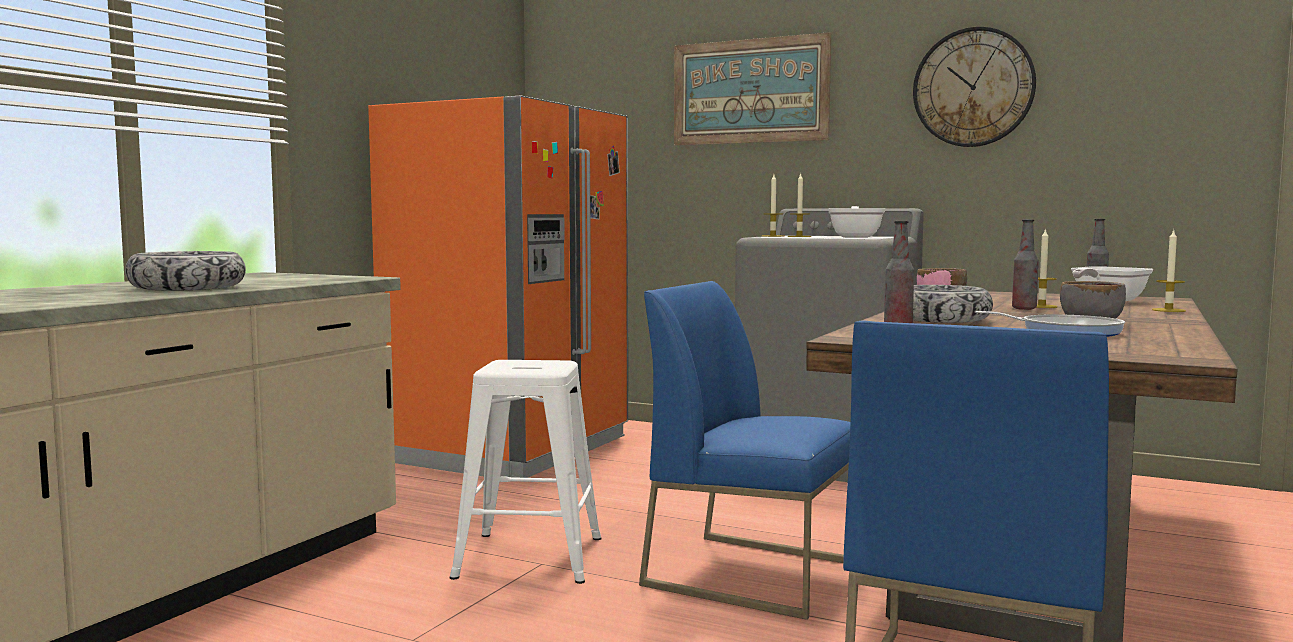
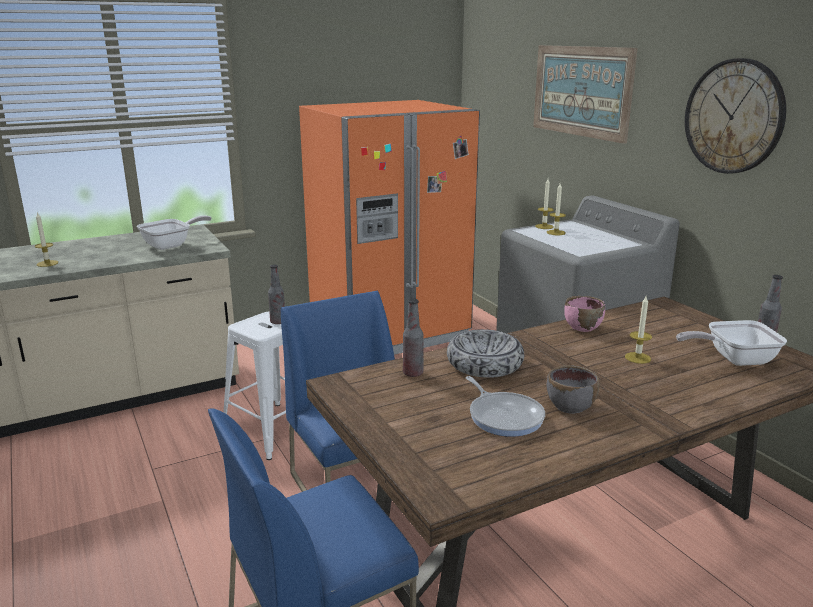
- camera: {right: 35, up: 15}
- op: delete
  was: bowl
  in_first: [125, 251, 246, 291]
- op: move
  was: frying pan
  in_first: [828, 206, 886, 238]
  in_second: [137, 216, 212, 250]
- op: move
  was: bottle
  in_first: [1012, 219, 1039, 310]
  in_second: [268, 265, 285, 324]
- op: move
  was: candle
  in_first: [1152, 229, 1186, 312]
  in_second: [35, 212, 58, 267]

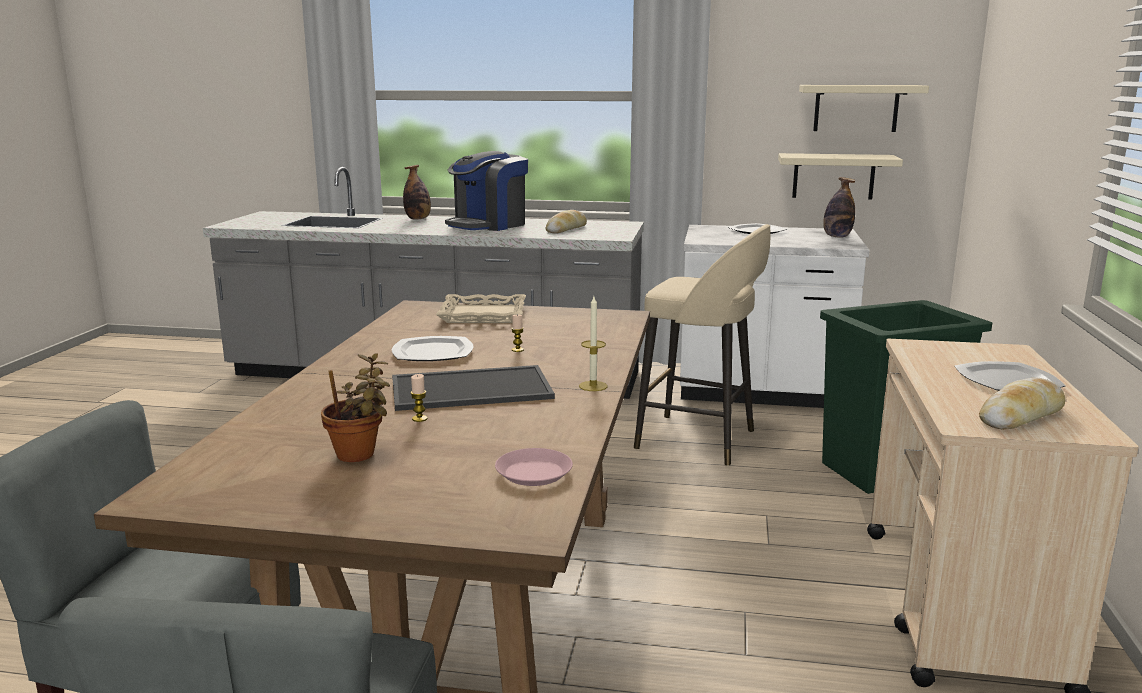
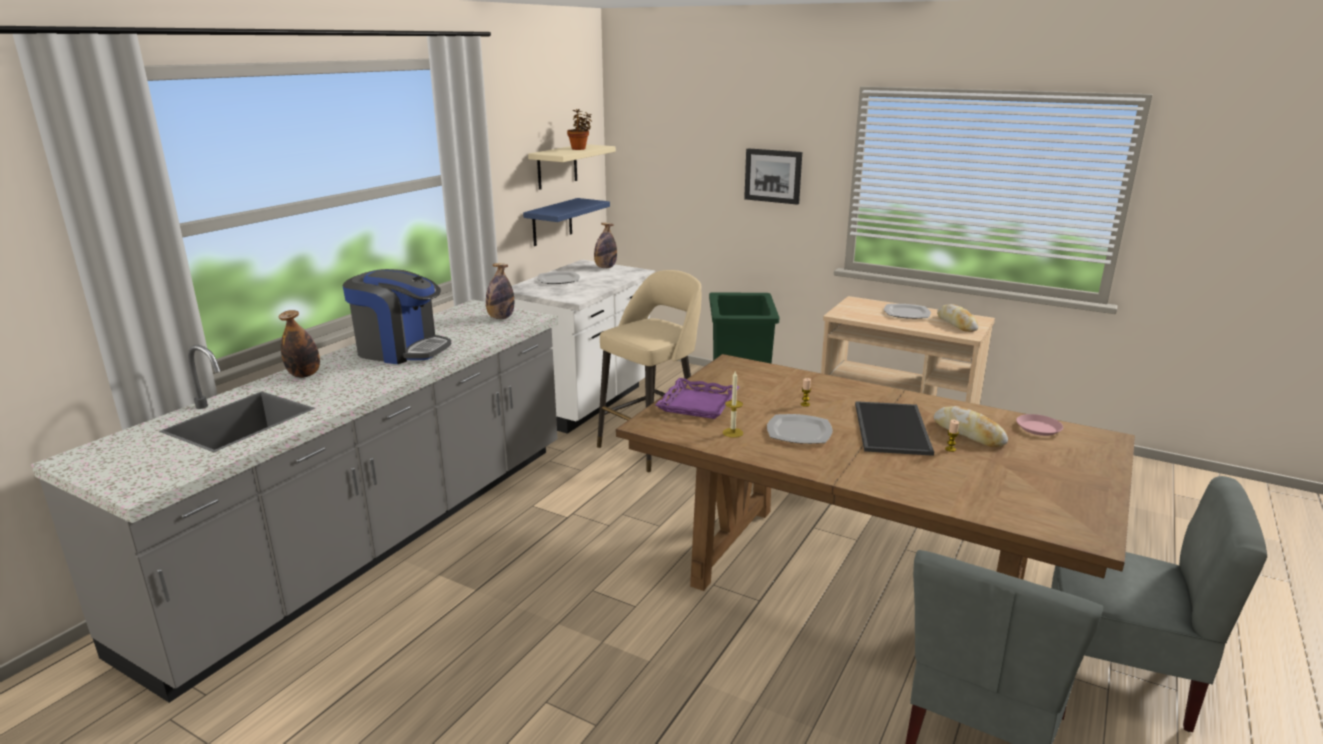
- camera: {right: -70, up: 5}
- op: move
  was: potted plant
  in_first: [321, 353, 390, 462]
  in_second: [567, 109, 592, 150]
- op: recolor
  was: beige tray
  now: purple tray
  in_first: [436, 294, 526, 323]
  in_second: [655, 378, 739, 419]
- op: rotate
  was: coffee machine
  in_first: [445, 151, 528, 231]
  in_second: [343, 269, 451, 364]
  clockwise: -45
- op: move
  was: bread
  in_first: [546, 210, 587, 233]
  in_second: [934, 406, 1008, 447]
- op: move
  was: candle
  in_first: [579, 297, 607, 391]
  in_second: [723, 371, 743, 438]
- op: recolor
  was: beige shelf
  now: blue shelf
  in_first: [778, 153, 903, 200]
  in_second: [523, 198, 610, 246]
- op: insert
  now: bottle
  in_second: [486, 263, 514, 319]
- op: insert
  now: picture
  in_second: [744, 148, 802, 205]

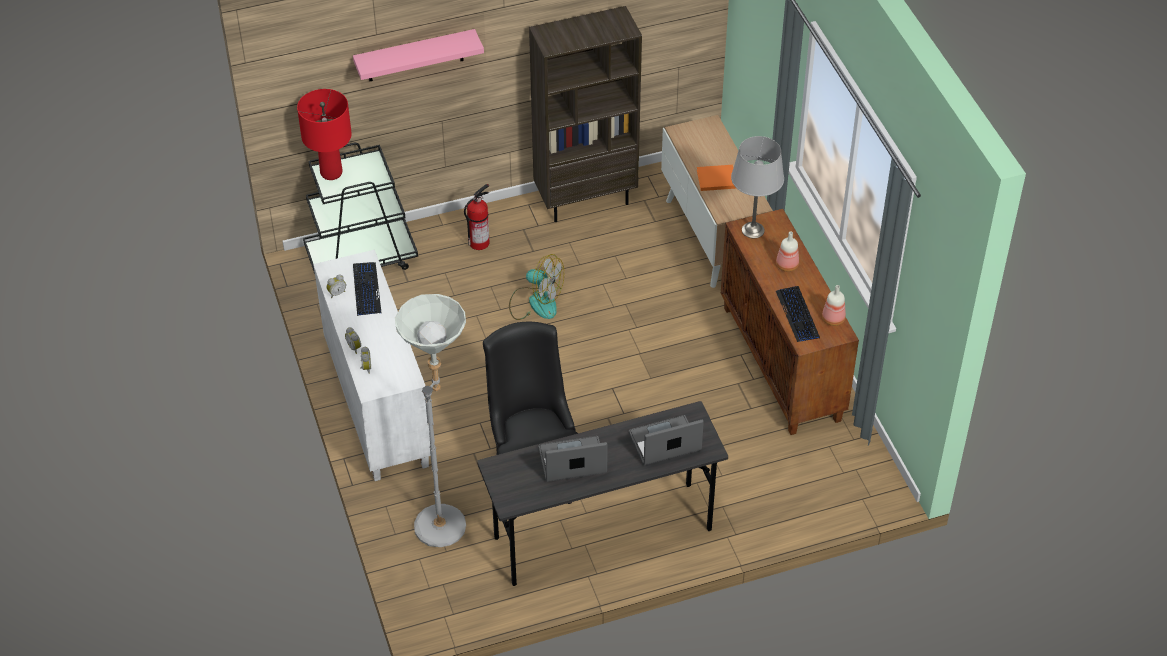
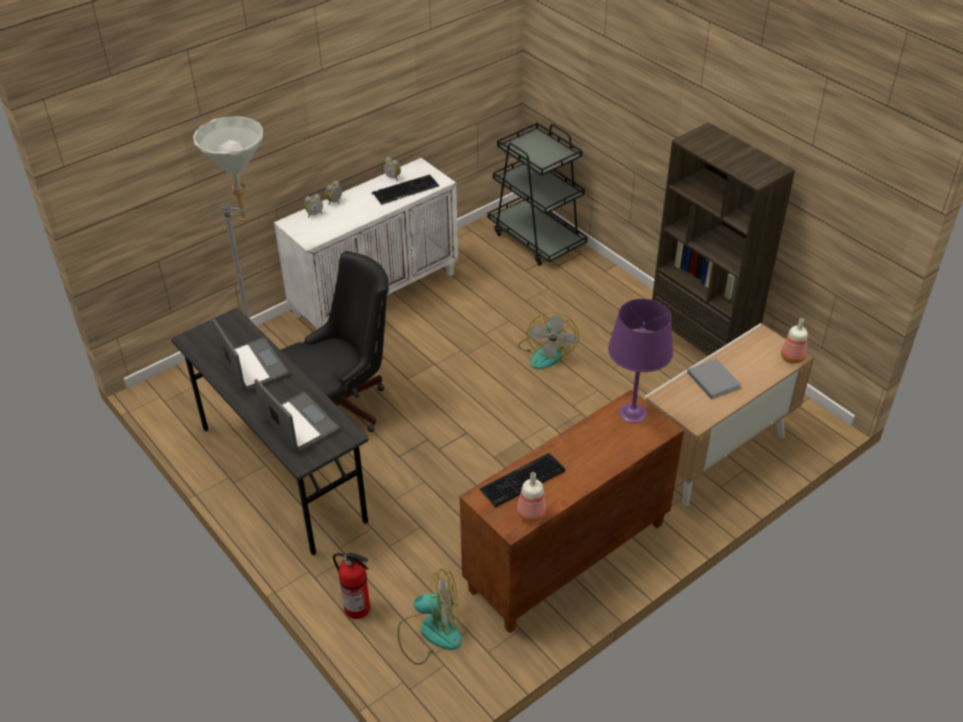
- camera: {right: 70, up: -5}
- op: delete
  was: red table lamp
  in_first: [297, 89, 352, 180]
- op: delete
  was: pink shelf
  in_first: [353, 29, 484, 81]
- op: move
  was: fire extinguisher
  in_first: [464, 184, 490, 250]
  in_second: [333, 552, 370, 619]
- op: recolor
  was: orange book
  now: grey book
  in_first: [697, 165, 737, 191]
  in_second: [687, 359, 741, 399]
- op: recolor
  was: grey table lamp
  now: purple table lamp
  in_first: [731, 136, 784, 238]
  in_second: [608, 299, 673, 423]
- op: move
  was: bottle
  in_first: [776, 231, 799, 272]
  in_second: [781, 318, 808, 364]
- op: insert
  now: fan
  in_second: [398, 569, 462, 665]

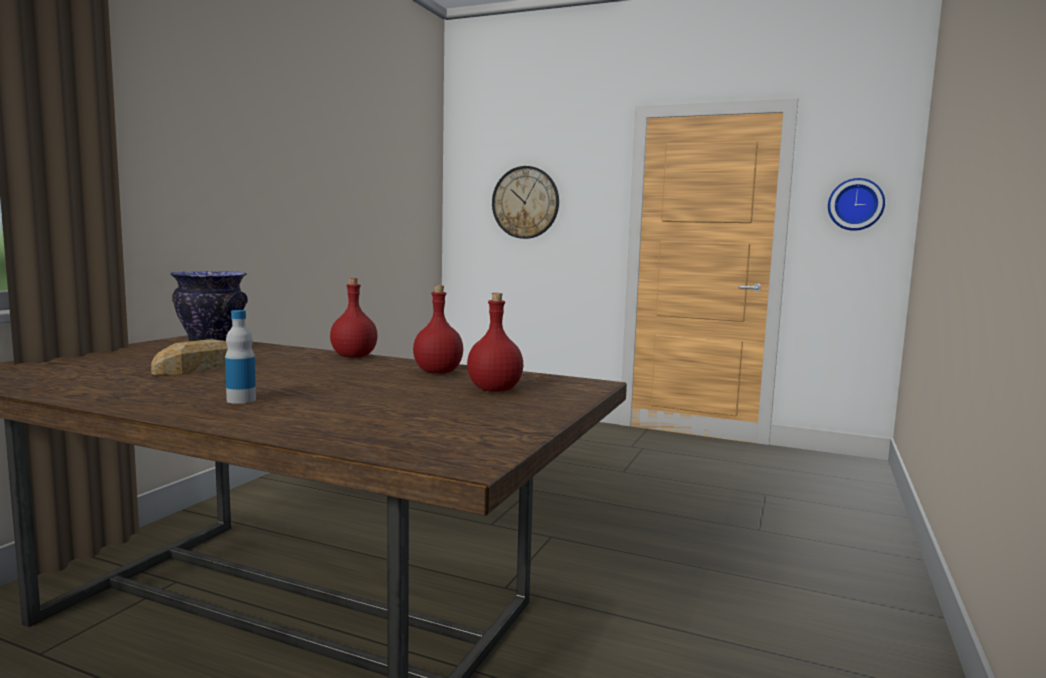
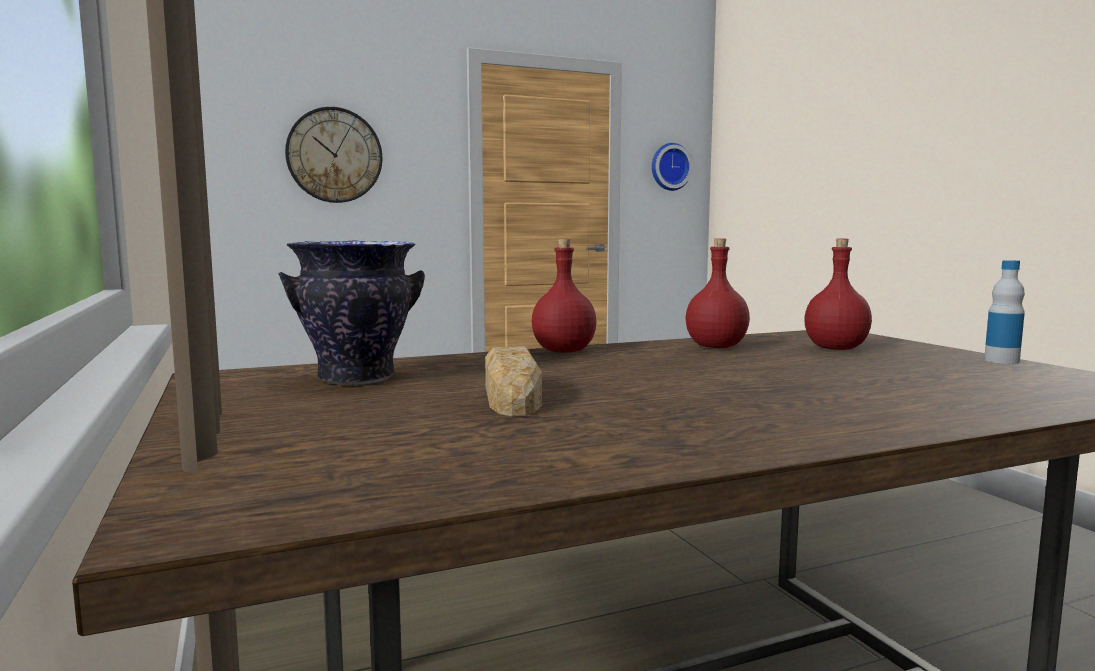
- camera: {right: -45, up: 0}
- op: move
  was: bottle
  in_first: [225, 310, 256, 404]
  in_second: [984, 260, 1025, 364]

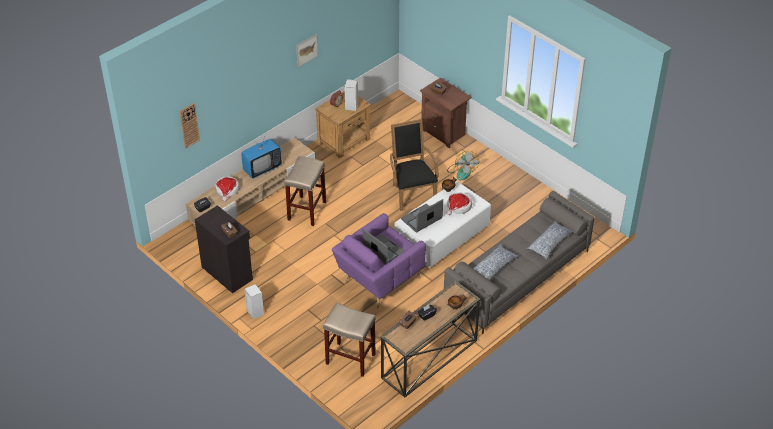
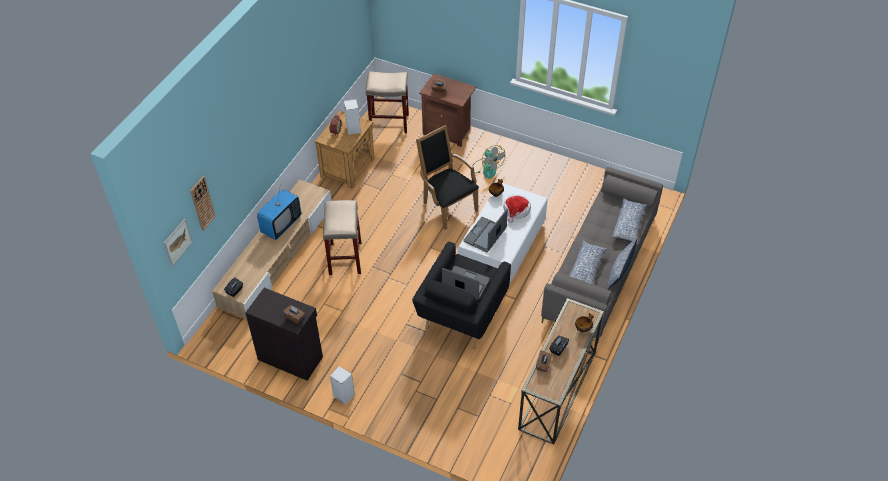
- camera: {right: -20, up: 5}
- op: delete
  was: hat
  in_first: [215, 177, 239, 201]
- op: move
  was: picture
  in_first: [296, 34, 318, 67]
  in_second: [164, 219, 193, 266]
- op: move
  was: beige stool
  in_first: [323, 303, 376, 377]
  in_second: [366, 71, 409, 133]
- op: recolor
  was: purple armchair
  now: black armchair
  in_first: [332, 213, 426, 309]
  in_second: [412, 242, 511, 349]
- op: insert
  now: pillow
  in_second: [607, 238, 637, 290]

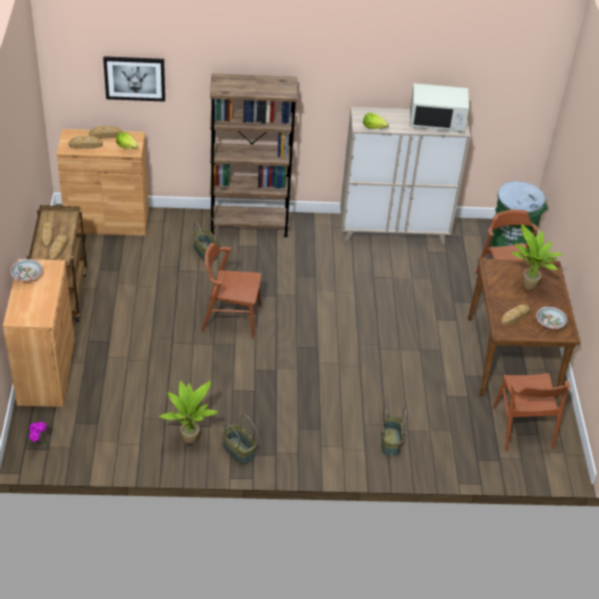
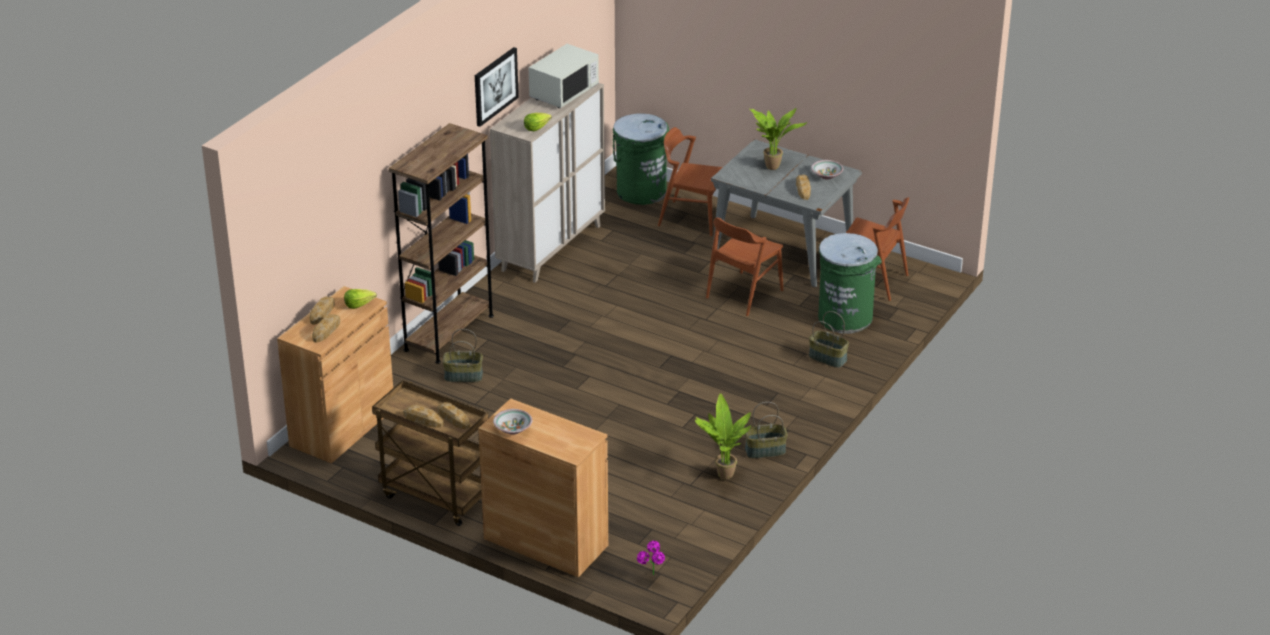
- camera: {right: -55, up: -10}
- op: move
  was: picture
  in_first: [103, 56, 165, 102]
  in_second: [475, 47, 519, 127]
- op: move
  was: brown chair
  in_first: [201, 243, 262, 339]
  in_second: [706, 218, 783, 316]
- op: recolor
  was: brown dining table
  now: grey dining table
  in_first: [468, 258, 580, 398]
  in_second: [711, 139, 862, 287]
- op: insert
  now: green trash can
  in_second: [818, 233, 882, 334]

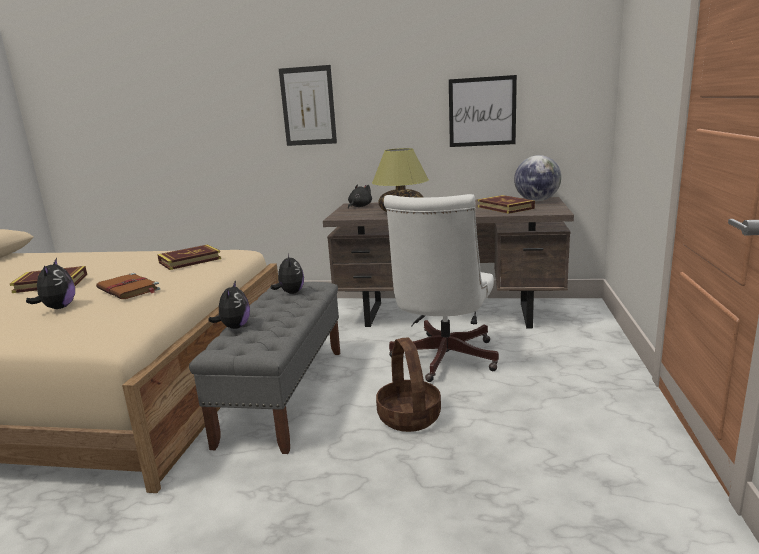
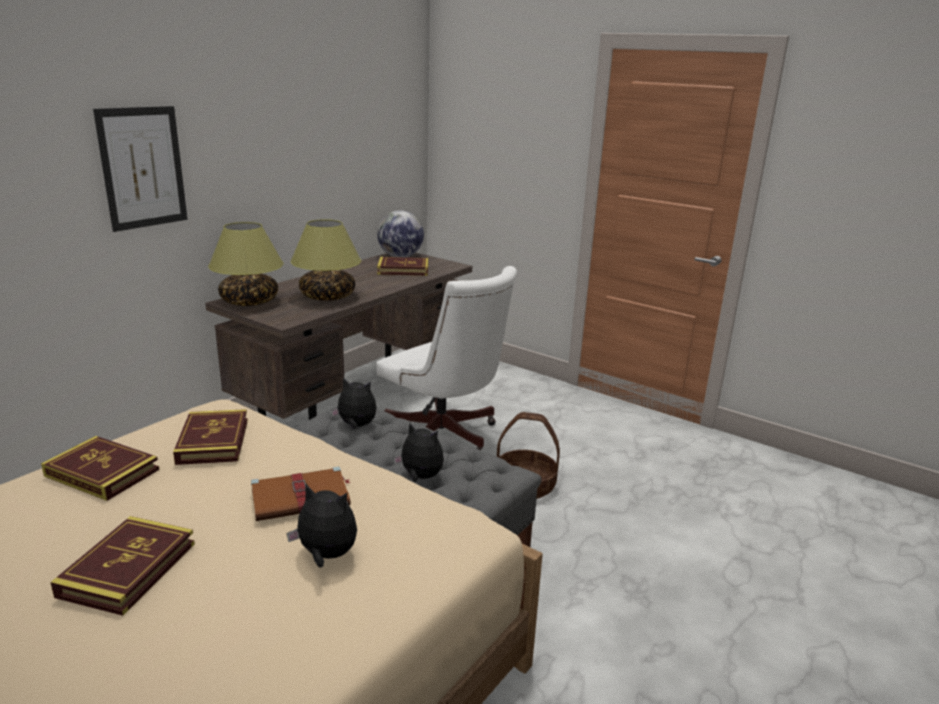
- camera: {right: -65, up: 5}
- op: replace
  was: black plush toy
  now: table lamp
  in_first: [348, 184, 372, 208]
  in_second: [208, 222, 283, 306]
- op: delete
  was: picture
  in_first: [449, 75, 517, 147]
- op: insert
  now: book
  in_second: [41, 436, 159, 501]

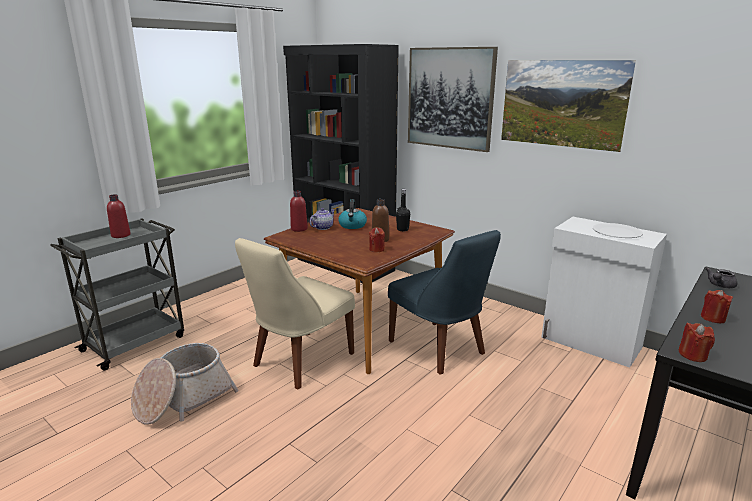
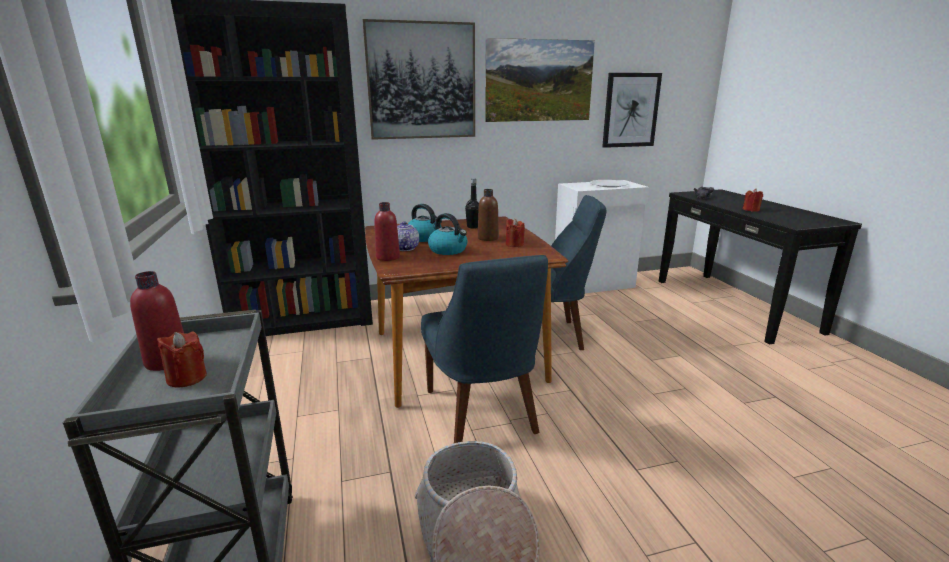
- camera: {right: -55, up: 0}
- op: recolor
  was: beige chair
  now: blue chair
  in_first: [235, 238, 355, 389]
  in_second: [421, 255, 548, 443]
- op: move
  was: red candle
  in_first: [679, 323, 715, 362]
  in_second: [157, 331, 207, 388]
- op: insert
  now: kettle
  in_second: [428, 213, 467, 255]
- op: insert
  now: picture
  in_second: [602, 73, 662, 148]

